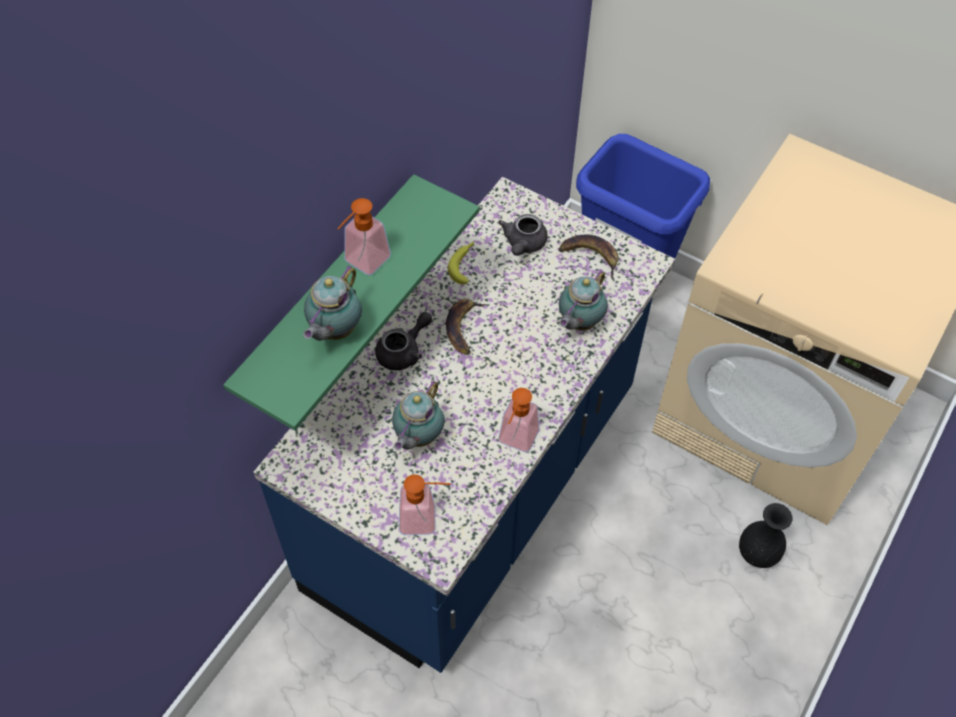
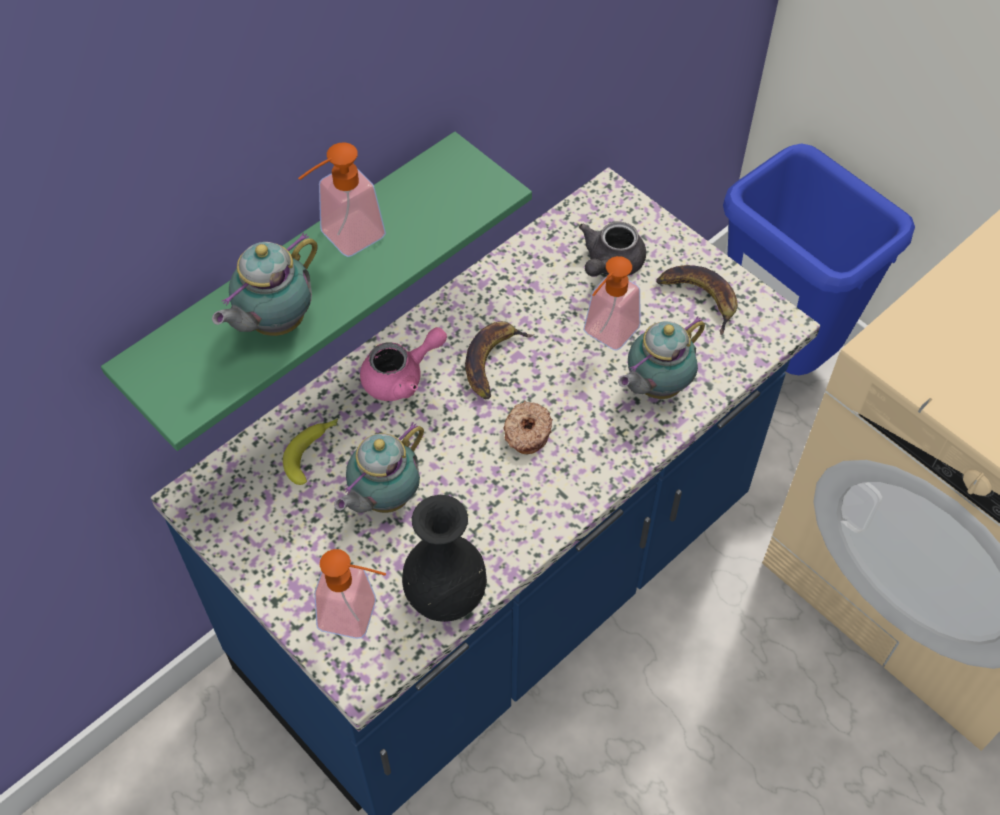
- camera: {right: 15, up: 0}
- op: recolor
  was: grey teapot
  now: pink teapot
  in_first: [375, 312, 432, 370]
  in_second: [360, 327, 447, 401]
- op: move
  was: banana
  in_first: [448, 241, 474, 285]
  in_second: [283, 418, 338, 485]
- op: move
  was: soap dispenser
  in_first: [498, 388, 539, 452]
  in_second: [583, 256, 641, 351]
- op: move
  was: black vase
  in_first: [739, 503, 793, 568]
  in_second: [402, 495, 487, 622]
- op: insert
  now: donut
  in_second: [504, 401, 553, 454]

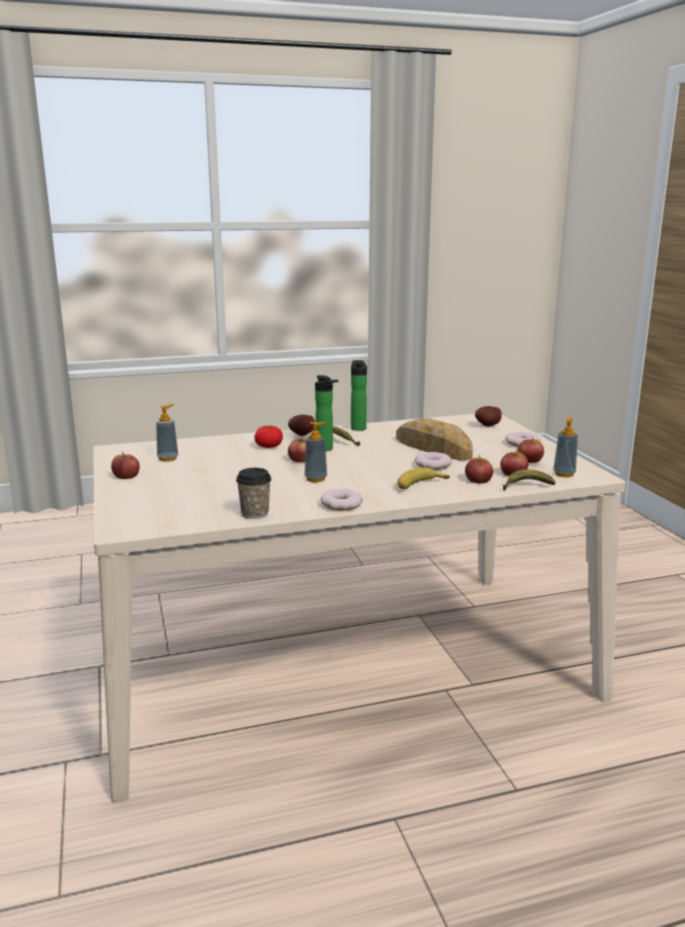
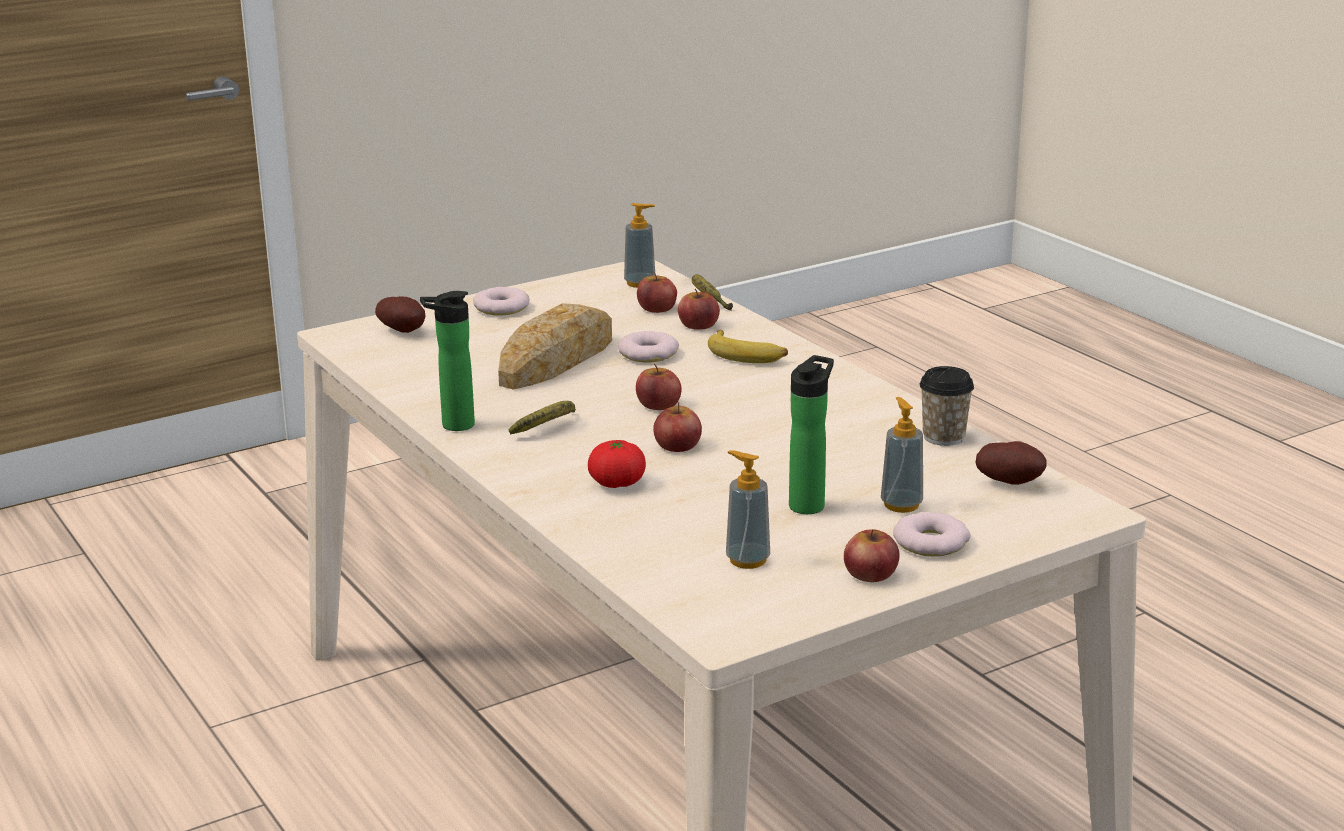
- camera: {right: -105, up: 5}
- op: move
  was: potato
  in_first: [288, 415, 315, 436]
  in_second: [975, 441, 1047, 485]
- op: move
  was: soap dispenser
  in_first: [305, 422, 327, 482]
  in_second: [881, 397, 923, 513]
- op: move
  was: bottle
  in_first: [315, 375, 338, 451]
  in_second: [789, 355, 834, 514]
- op: move
  was: donut
  in_first: [320, 488, 363, 511]
  in_second: [893, 512, 971, 557]
- op: move
  was: apple
  in_first: [517, 437, 544, 463]
  in_second: [636, 364, 681, 410]

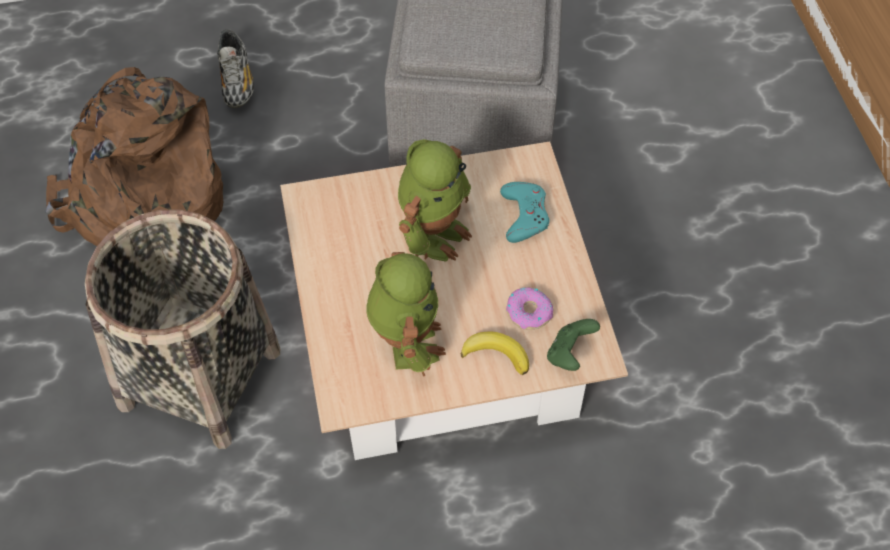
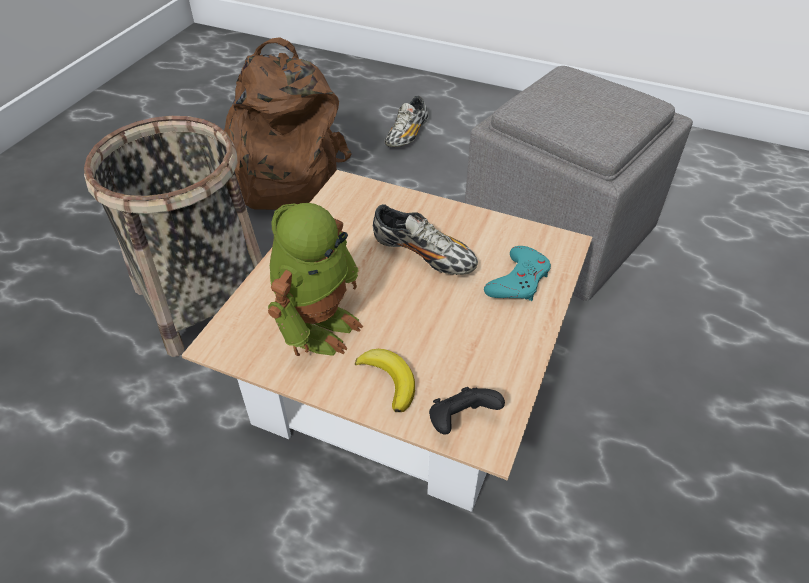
- camera: {right: 35, up: -10}
- op: replace
  was: toy robot
  now: shoe
  in_first: [398, 139, 472, 262]
  in_second: [373, 204, 478, 275]
- op: delete
  was: donut
  in_first: [506, 287, 553, 330]
- op: recolor
  was: green game controller
  now: black game controller
  in_first: [547, 319, 600, 371]
  in_second: [429, 387, 505, 435]

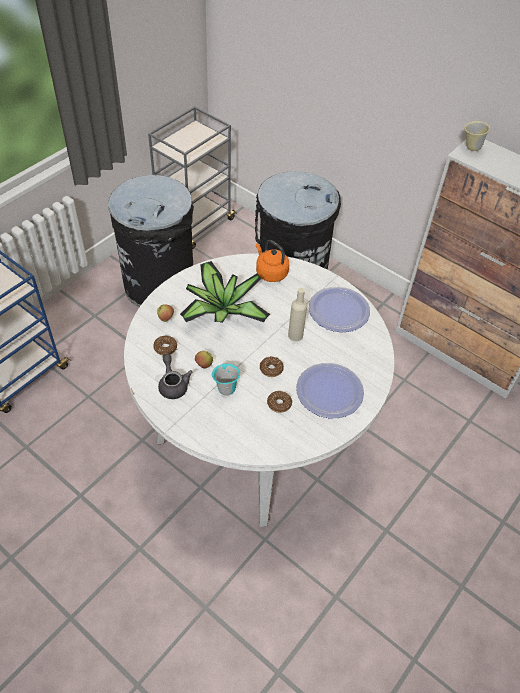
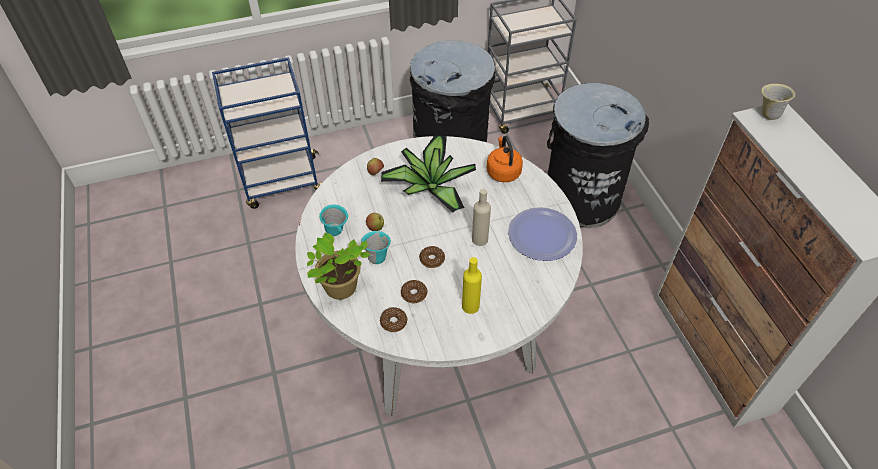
- camera: {right: 35, up: 0}
- op: move
  was: donut
  in_first: [153, 336, 177, 356]
  in_second: [380, 307, 408, 332]
- op: replace
  was: grey teapot
  now: turquoise mug
  in_first: [158, 354, 192, 399]
  in_second: [319, 205, 348, 236]
- op: replace
  was: plate
  now: yellow bottle
  in_first: [296, 363, 364, 418]
  in_second: [462, 257, 482, 314]
- op: insert
  now: potted plant
  in_second: [307, 233, 370, 300]

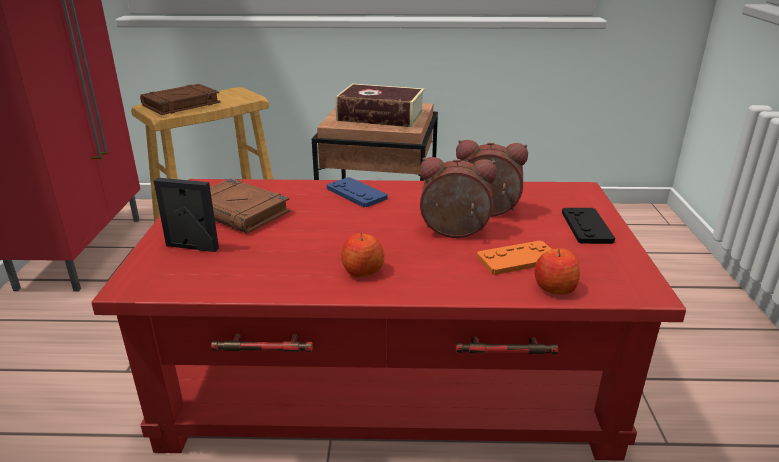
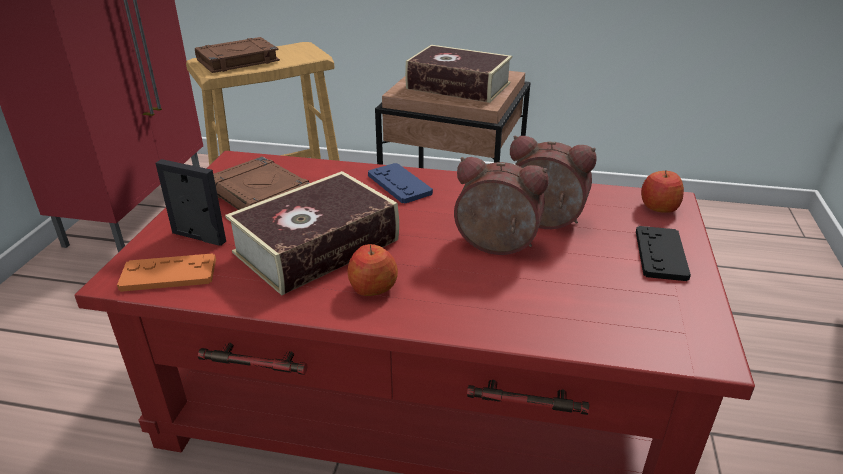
- camera: {right: 10, up: 5}
- op: move
  was: orange game controller
  in_first: [476, 241, 551, 275]
  in_second: [117, 253, 216, 292]
- op: move
  was: apple
  in_first: [535, 248, 580, 295]
  in_second: [641, 170, 684, 213]
- op: insert
  now: book
  in_second: [225, 171, 399, 295]

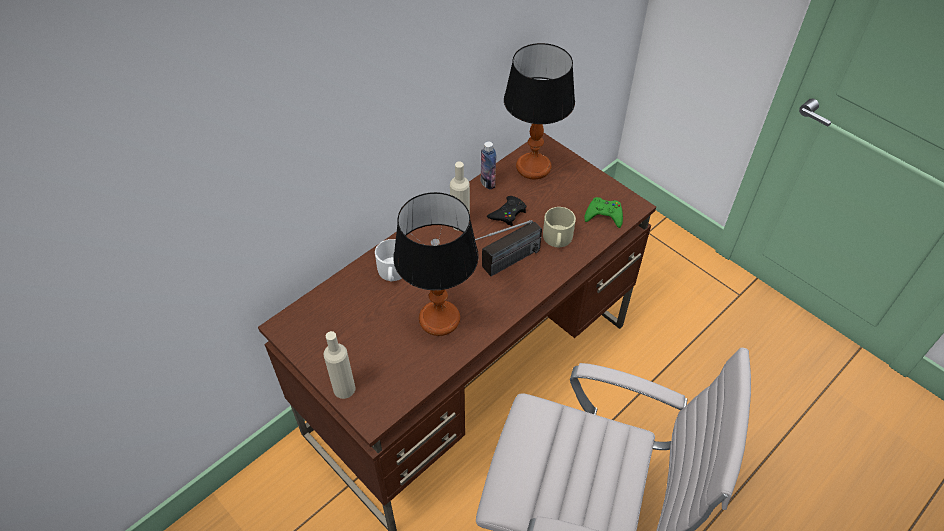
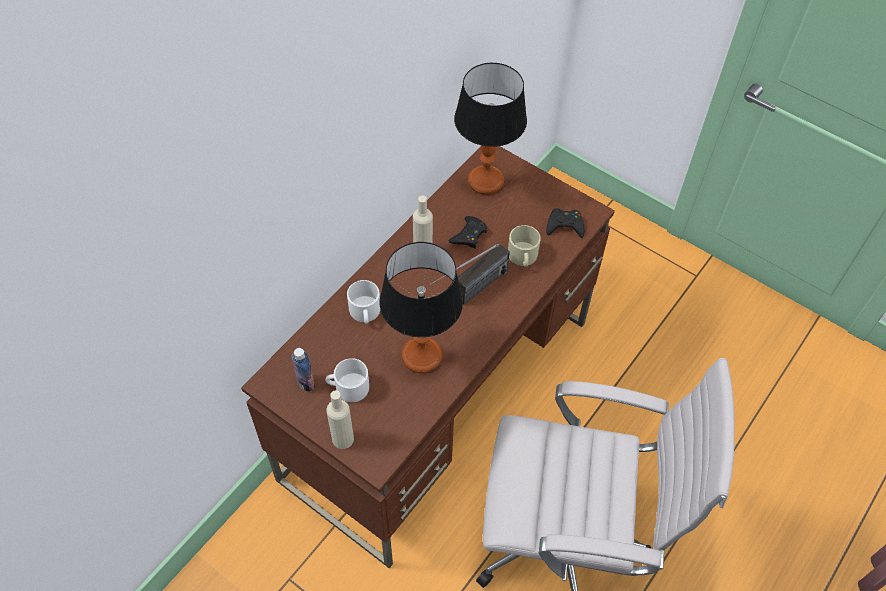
- camera: {right: -10, up: 5}
- op: move
  was: bottle
  in_first: [481, 141, 496, 190]
  in_second: [291, 348, 315, 392]
- op: recolor
  was: green game controller
  now: black game controller
  in_first: [584, 197, 623, 228]
  in_second: [546, 208, 585, 238]
- op: insert
  now: white mug
  in_second: [325, 358, 369, 402]

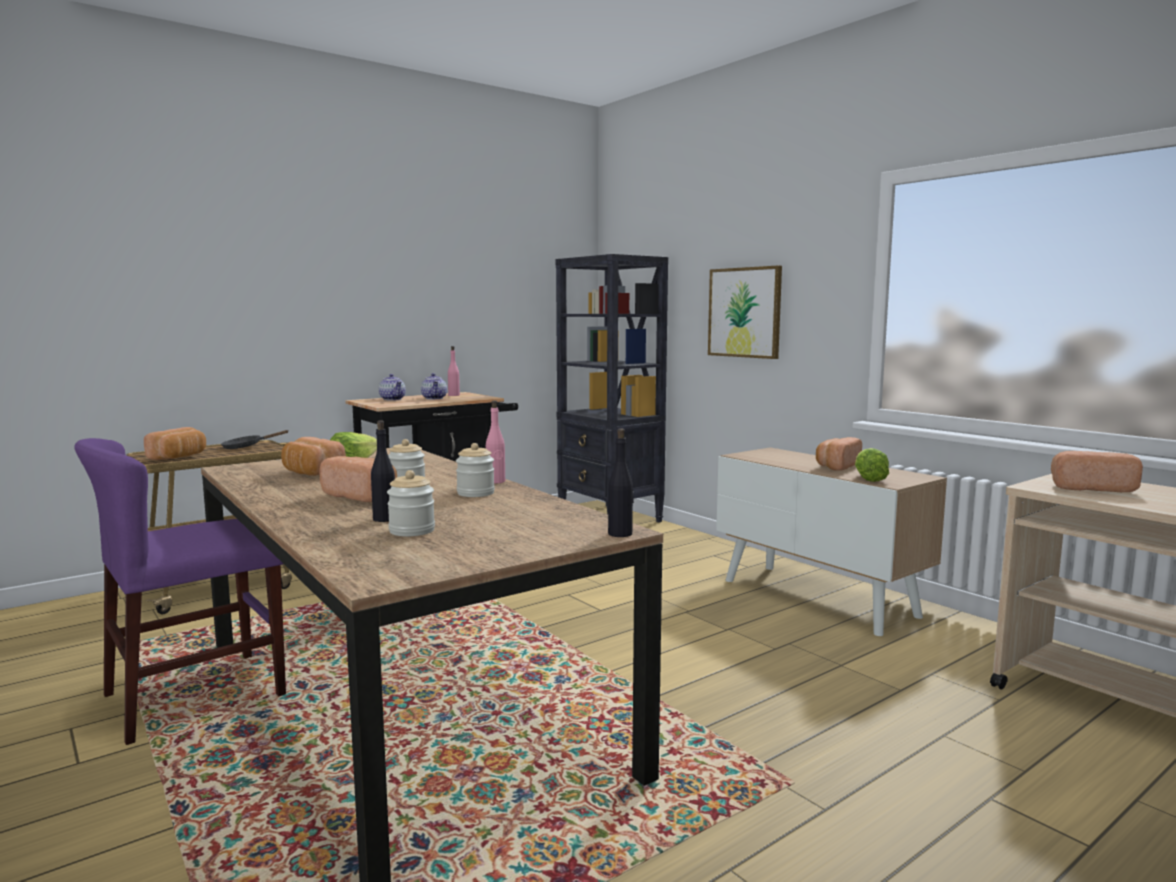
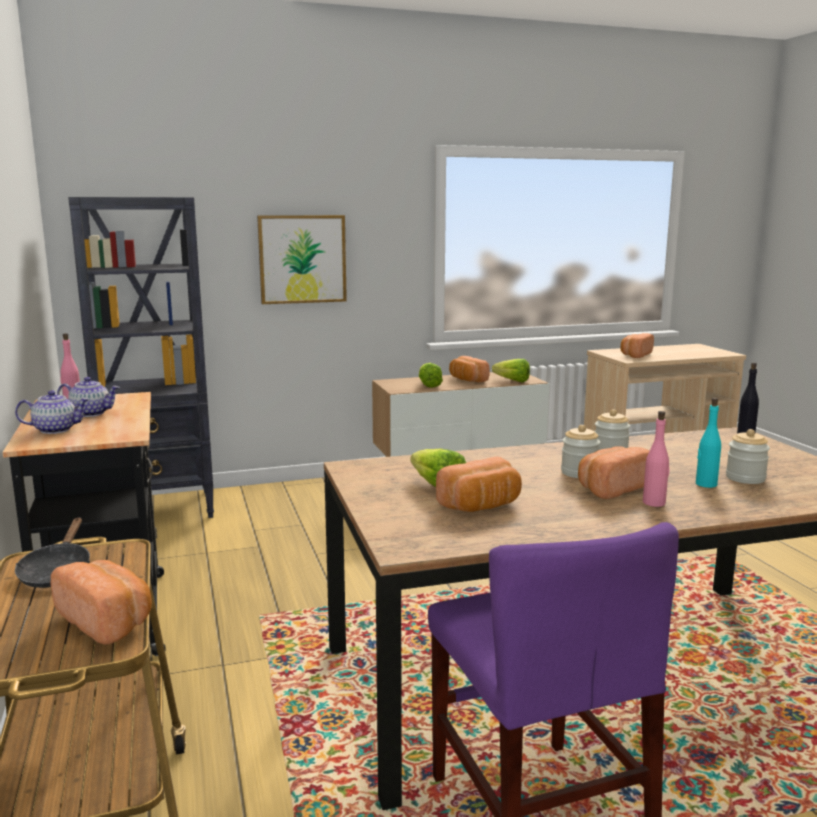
- camera: {right: -70, up: 5}
- op: recolor
  was: black bottle
  now: turquoise bottle
  in_first: [371, 420, 395, 522]
  in_second: [696, 398, 721, 488]
- op: move
  was: pink bottle
  in_first: [486, 400, 505, 484]
  in_second: [643, 411, 669, 507]
- op: insert
  now: lettuce
  in_second: [419, 363, 443, 388]

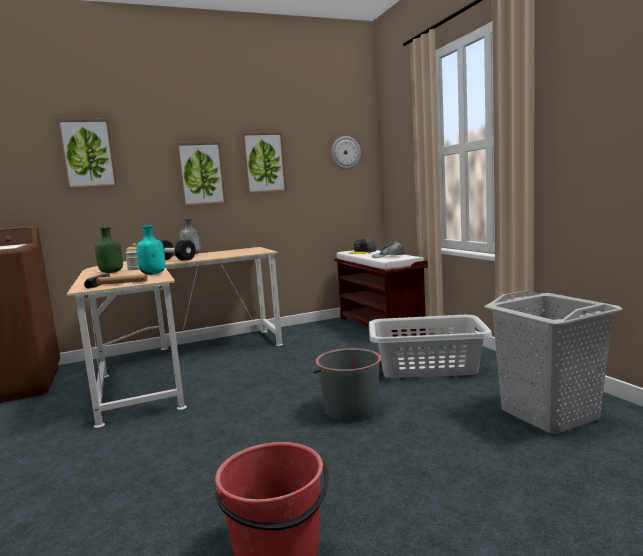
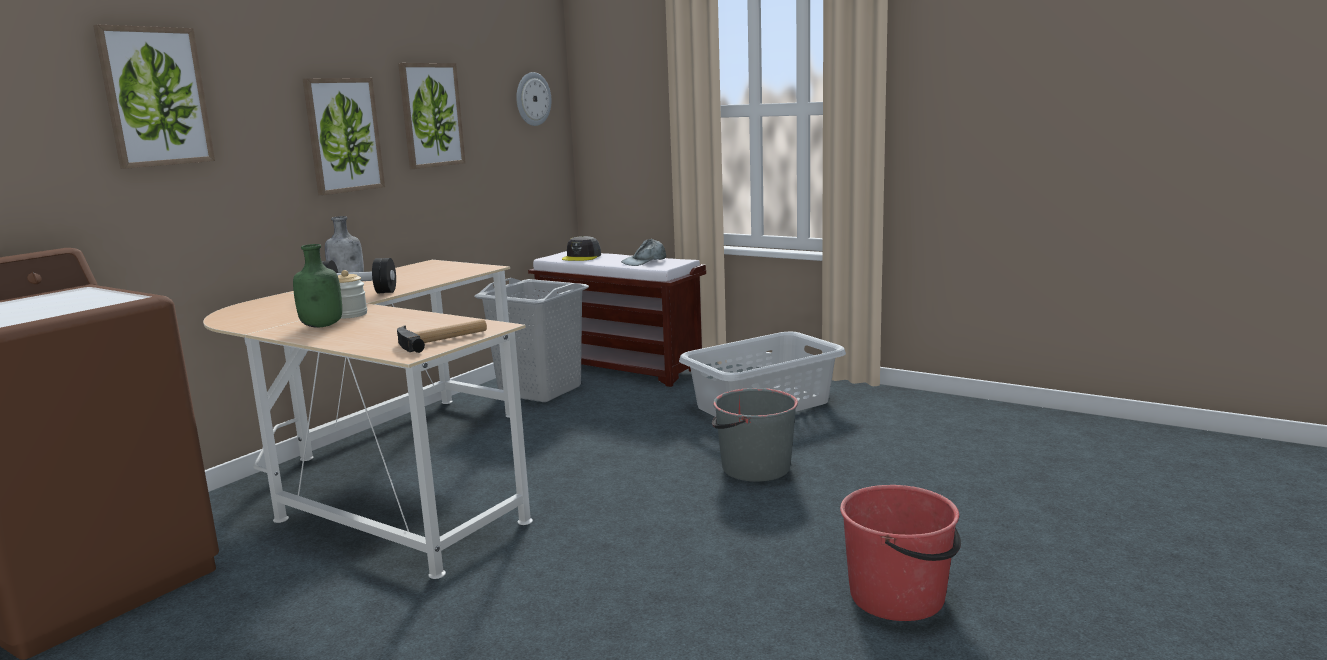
- camera: {right: -35, up: 5}
- op: delete
  was: turquoise bottle
  in_first: [136, 225, 165, 275]
- op: move
  was: grey laundry basket
  in_first: [484, 290, 622, 434]
  in_second: [474, 278, 589, 402]

